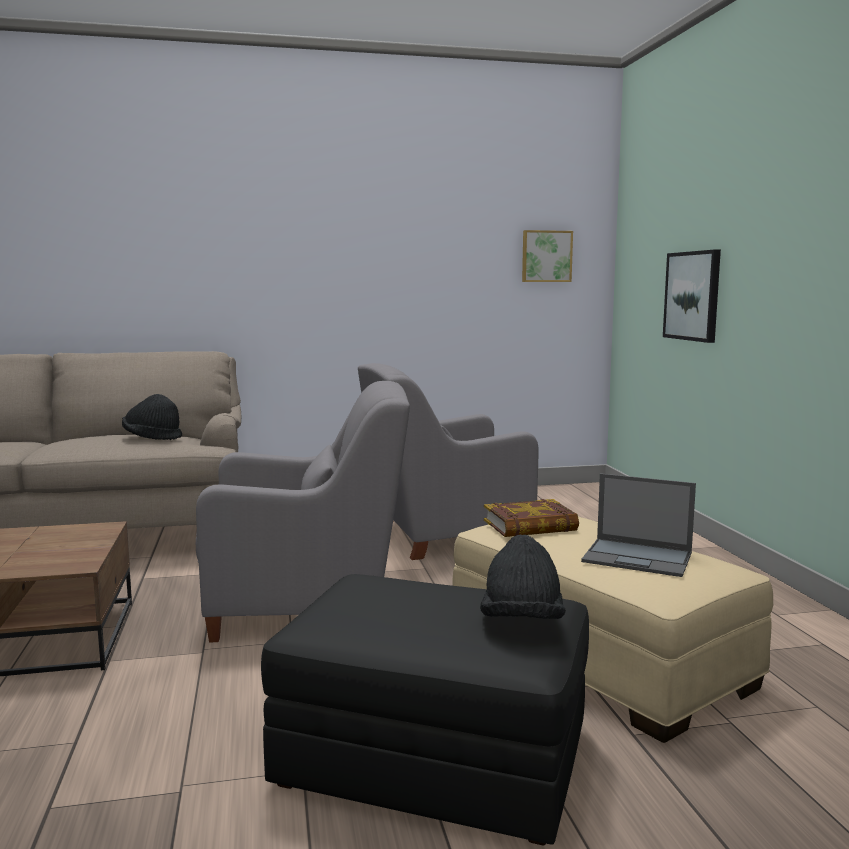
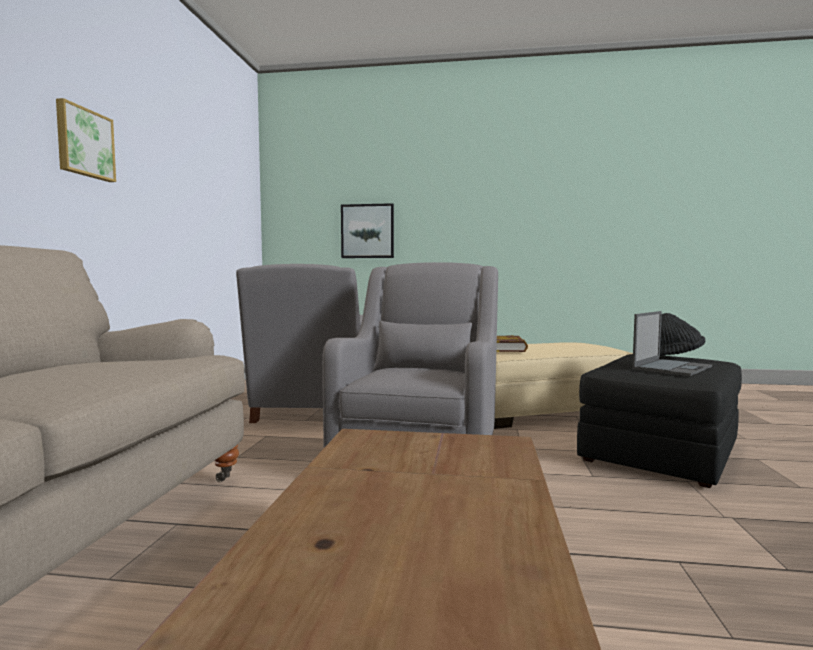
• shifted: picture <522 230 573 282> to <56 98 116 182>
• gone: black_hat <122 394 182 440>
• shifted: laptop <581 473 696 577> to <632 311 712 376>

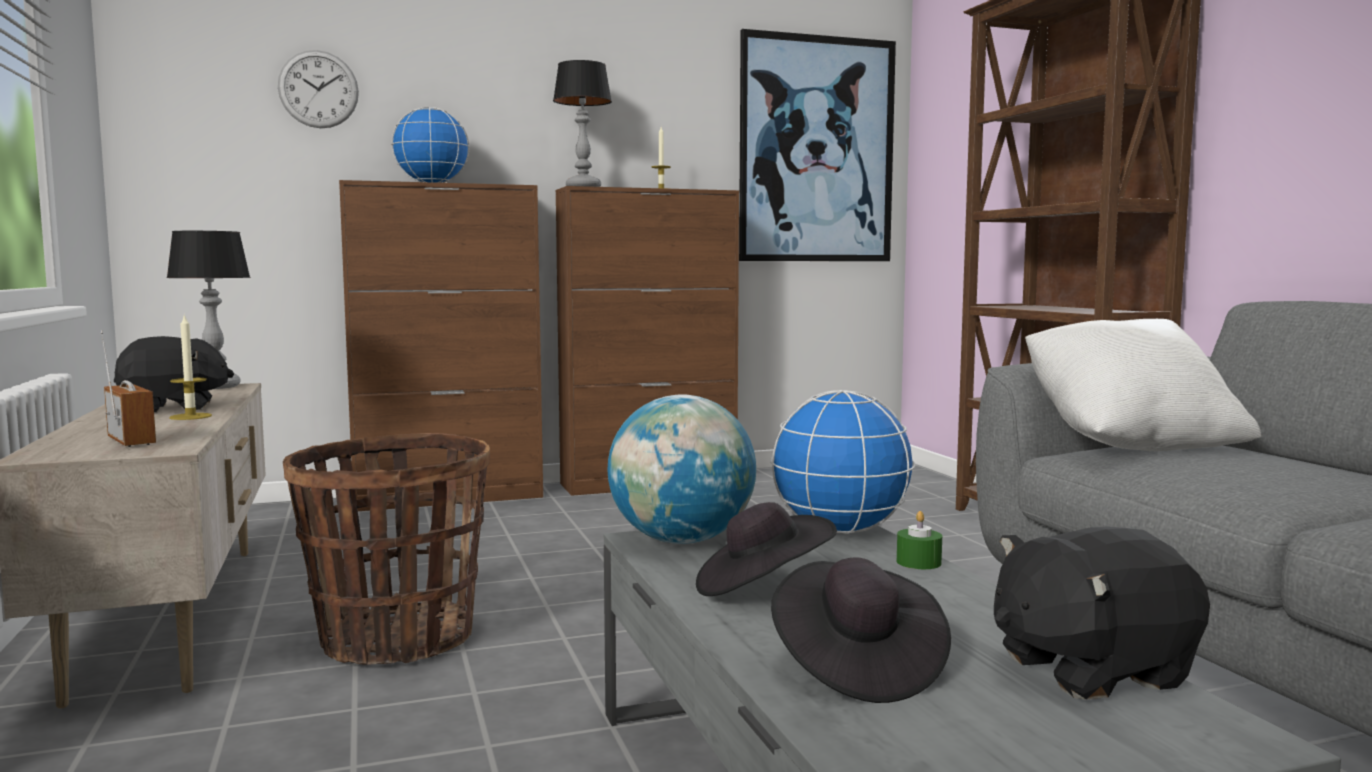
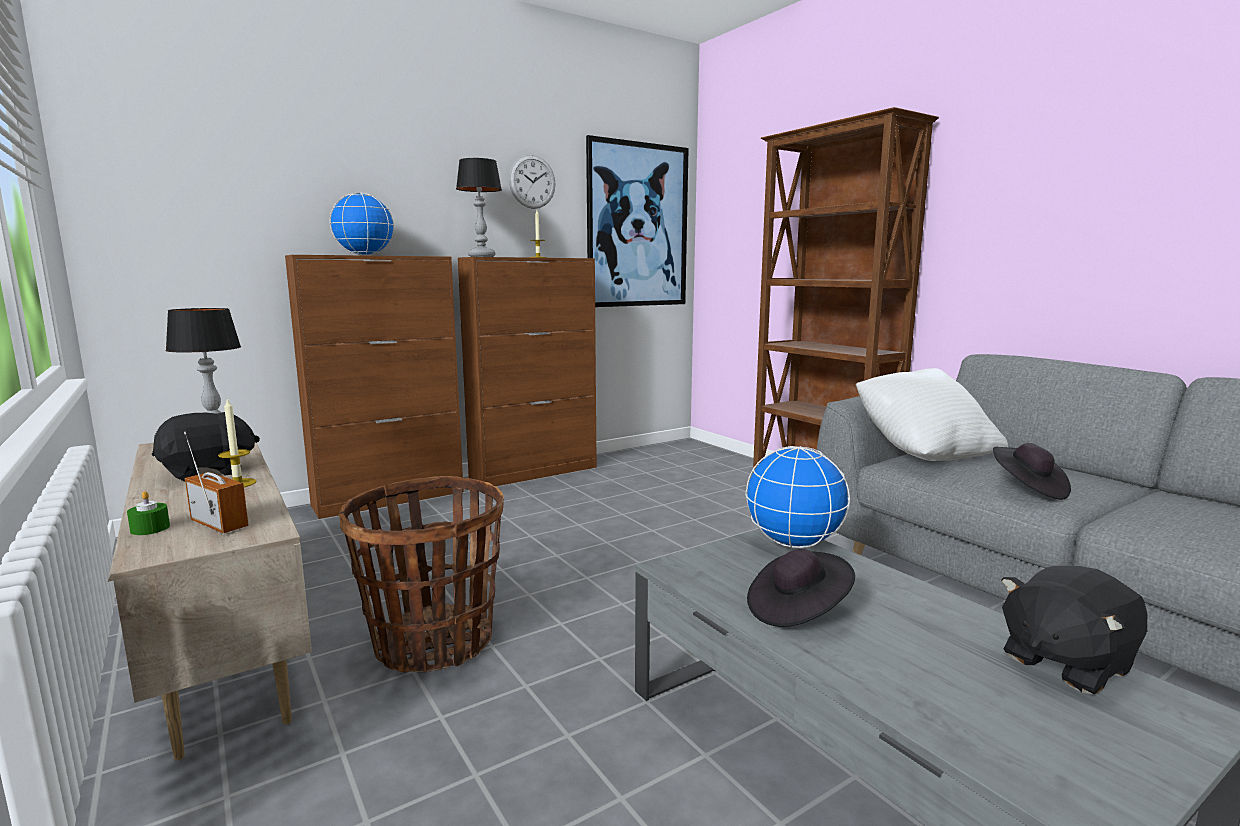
• shifted: wall_clock <278 50 359 128> to <509 155 556 209>
• gone: globe <607 395 756 544>
• shifted: green_candle <897 511 942 569> to <127 491 170 535>
• shifted: black_hat <771 558 951 703> to <993 443 1071 500>

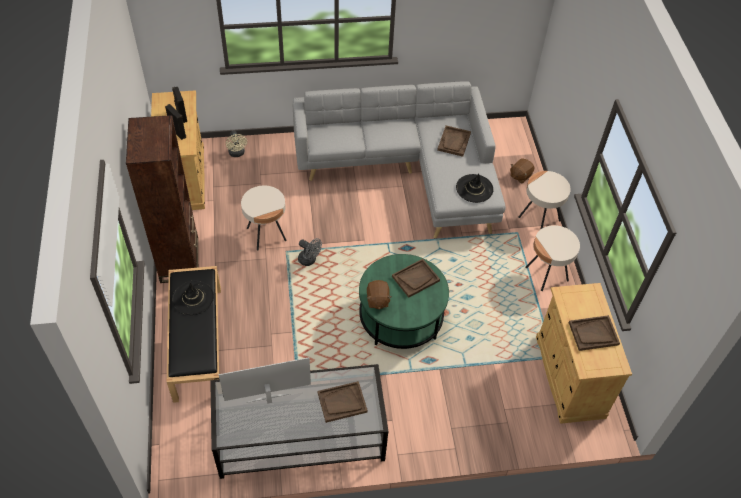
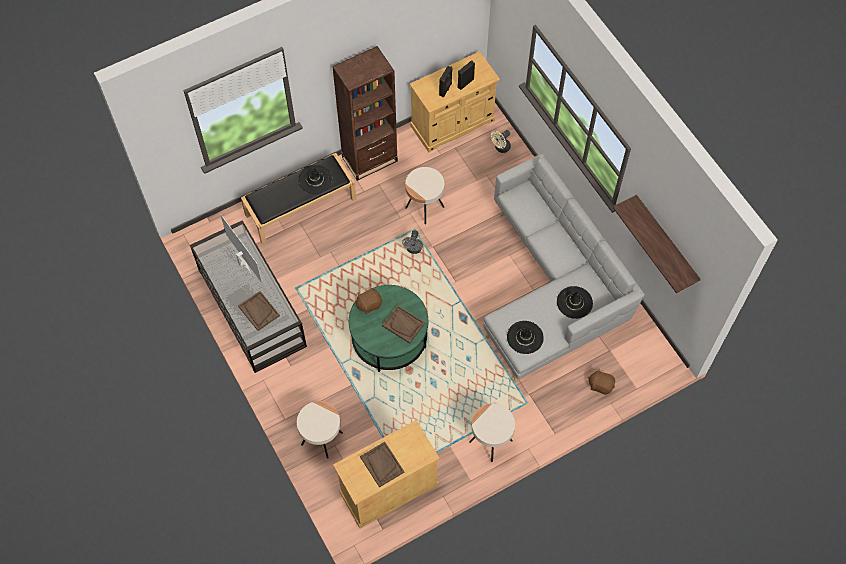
• swapped: brown_tray <437 126 471 157> to black_hat <557 286 593 319>
• shifted: beige_side_table <518 171 571 230> to <297 401 343 459>
• new: shelf <613 195 701 293>

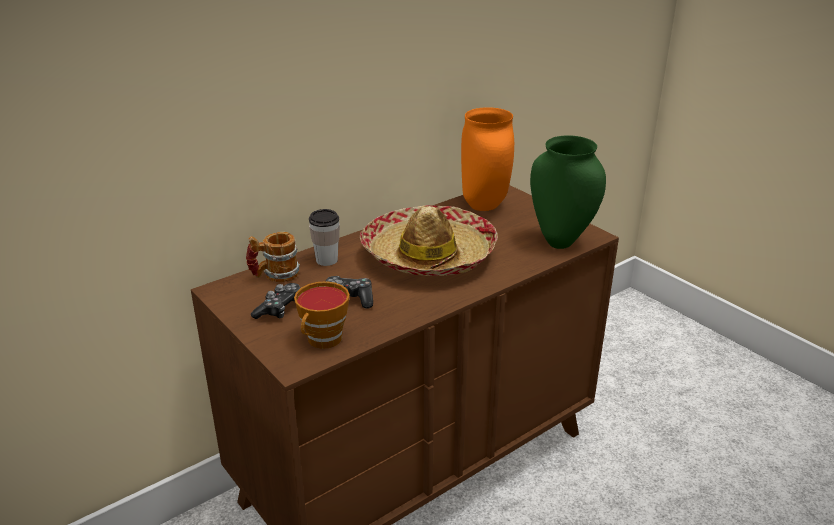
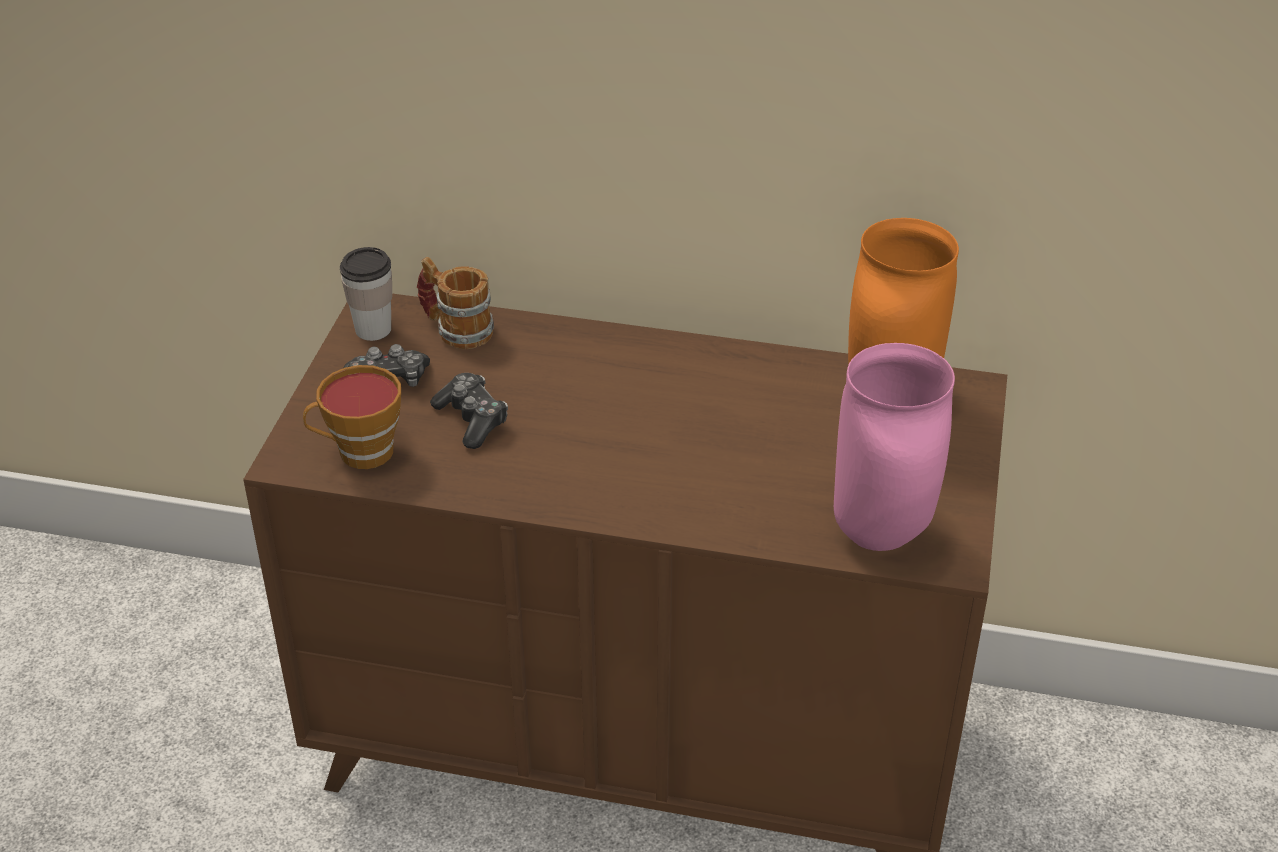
• repainted: green_vase <530 135 606 249> to pink_vase <834 343 955 551>
• gone: hat <360 205 498 276>
• shifted: cup <309 209 340 266> to <340 247 392 341>

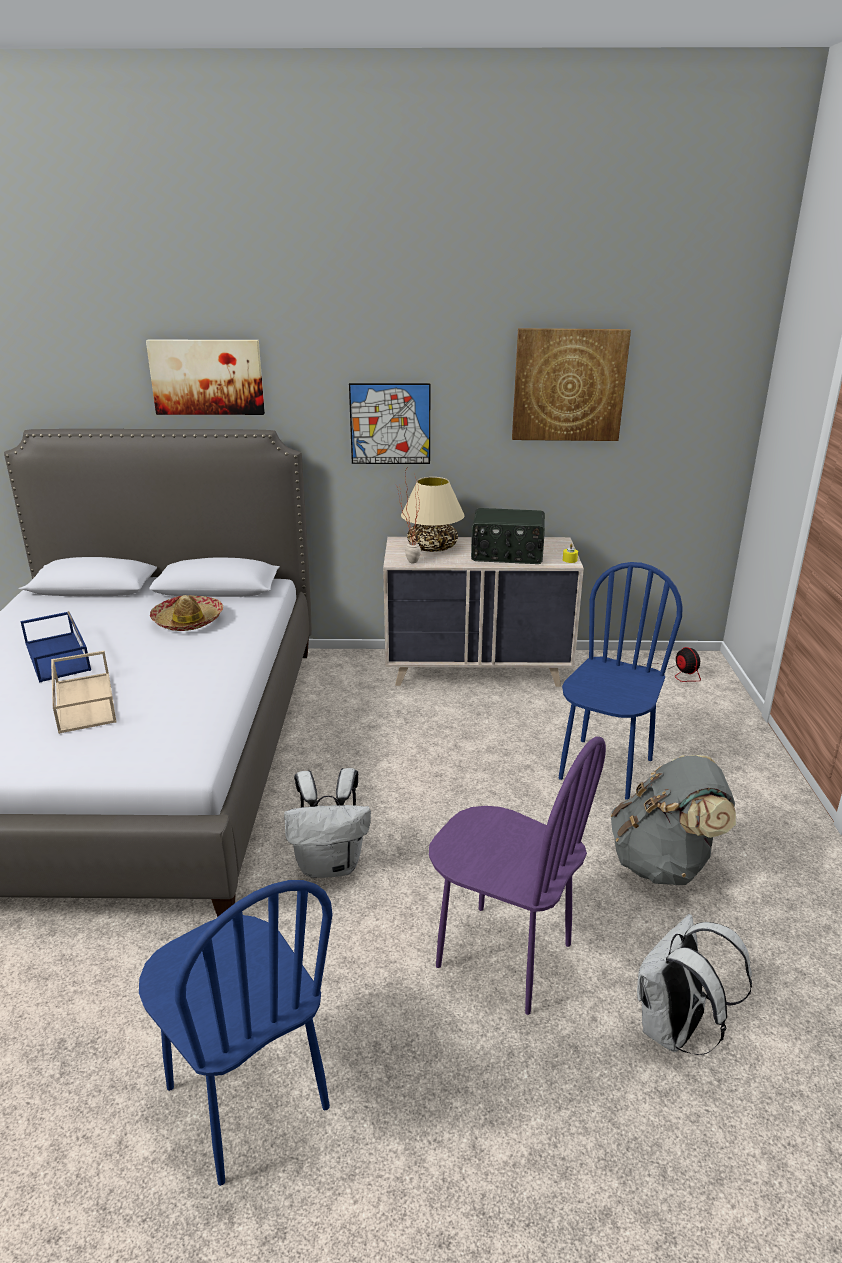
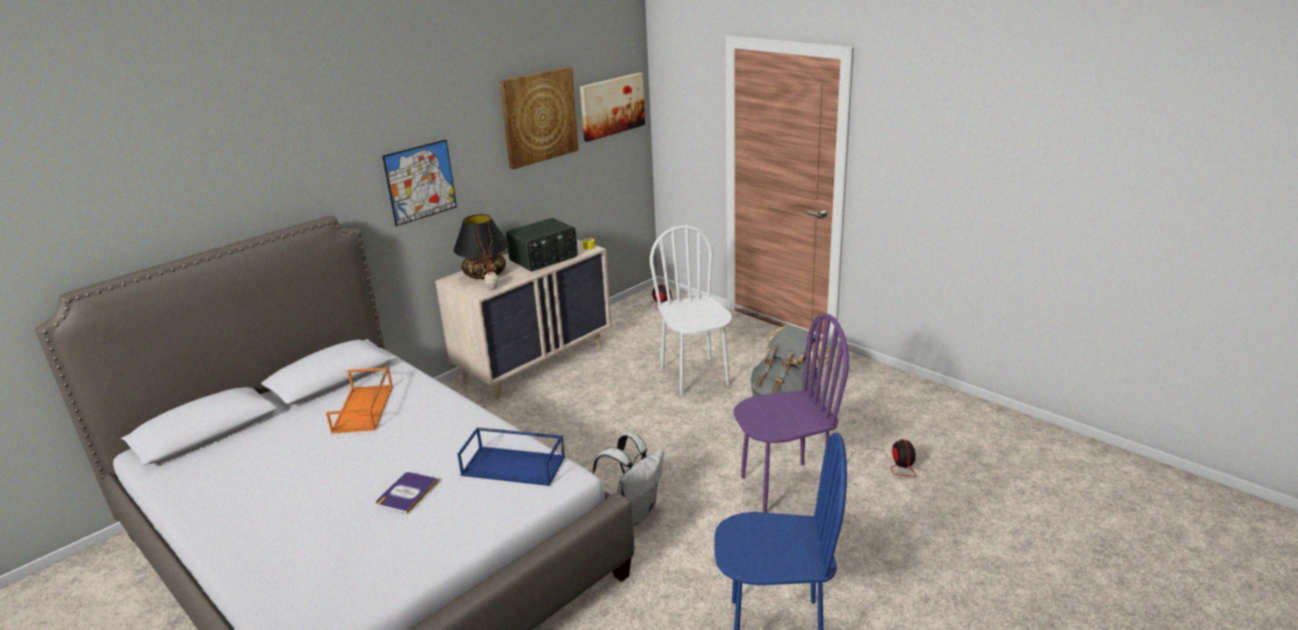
• shifted: picture <146 340 265 415> to <580 73 645 142>
• repainted: beige_table_lamp <401 477 465 552> to black_table_lamp <454 214 509 279>
• repainted: blue_chair <559 562 683 800> to white_chair <650 225 732 395>
• swapped: hat <150 595 223 631> to orange_tray <326 367 393 434>
• shifted: blue_tray <20 611 91 683> to <457 427 565 486>
• swapped: beige_tray <51 651 116 734> to book <376 472 439 514>
• swapped: white_backpack <637 914 752 1055> to fan <847 439 916 477>

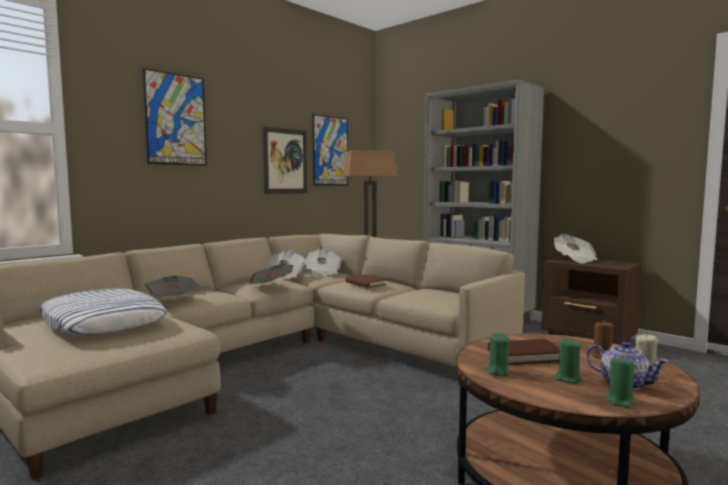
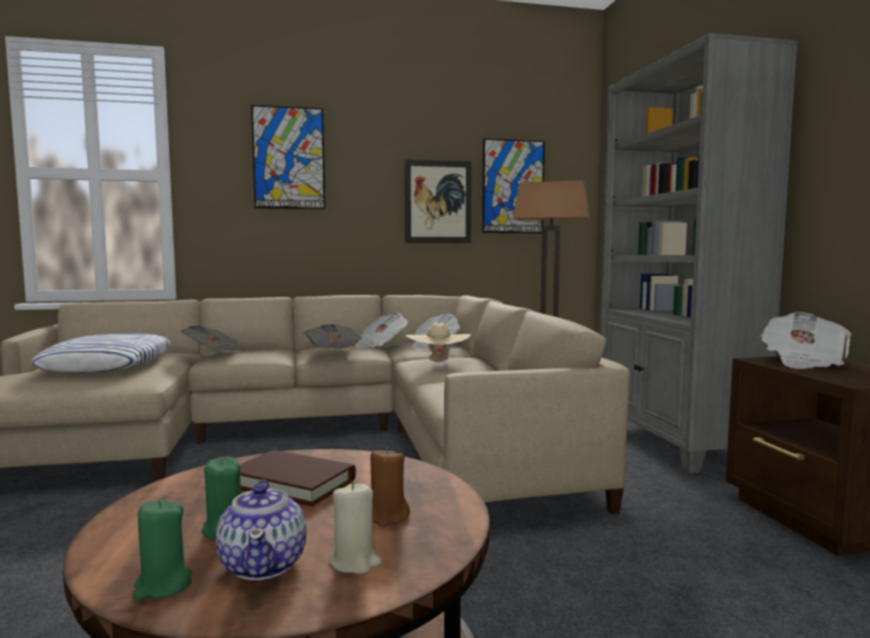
• swapped: brown_book <346 274 386 288> to beige_hat <405 323 471 364>
• gone: green_candle <486 333 510 376>

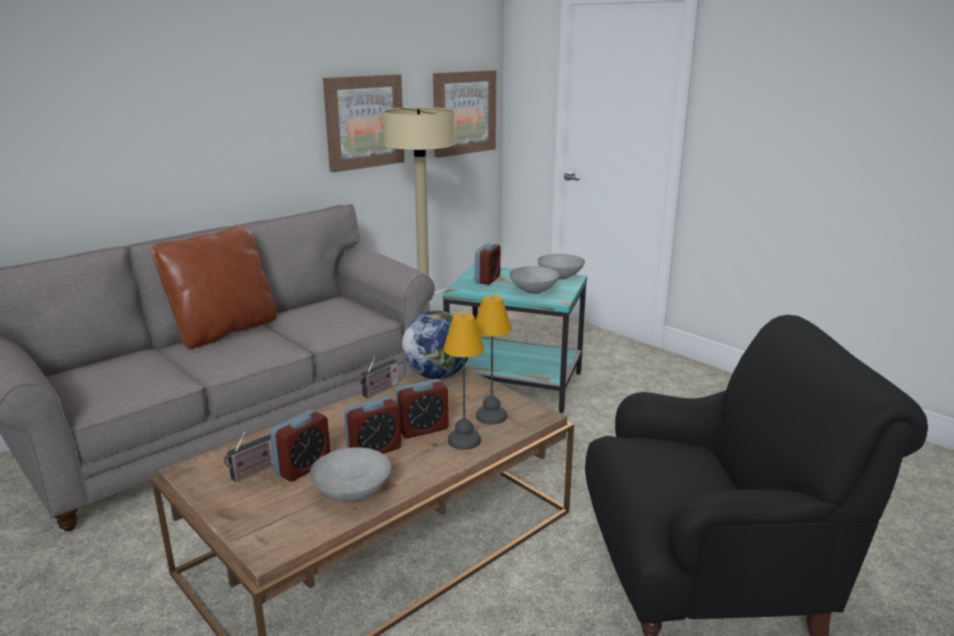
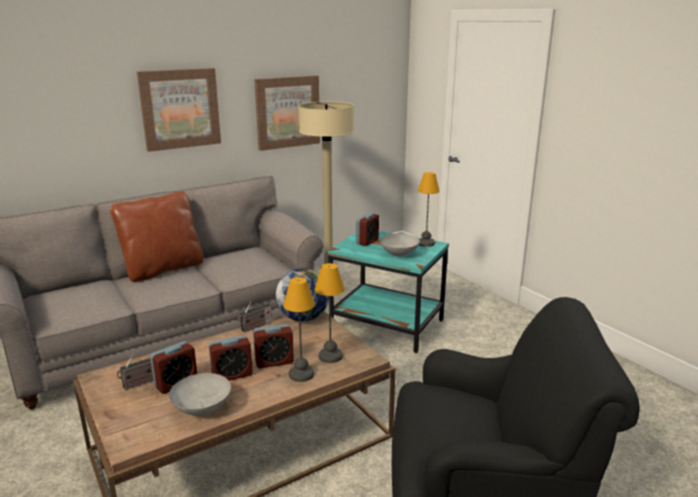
• shifted: picture <433 70 496 158> to <137 68 221 152>
• swapped: grey_bowl <537 254 585 280> to table_lamp <418 172 440 247>

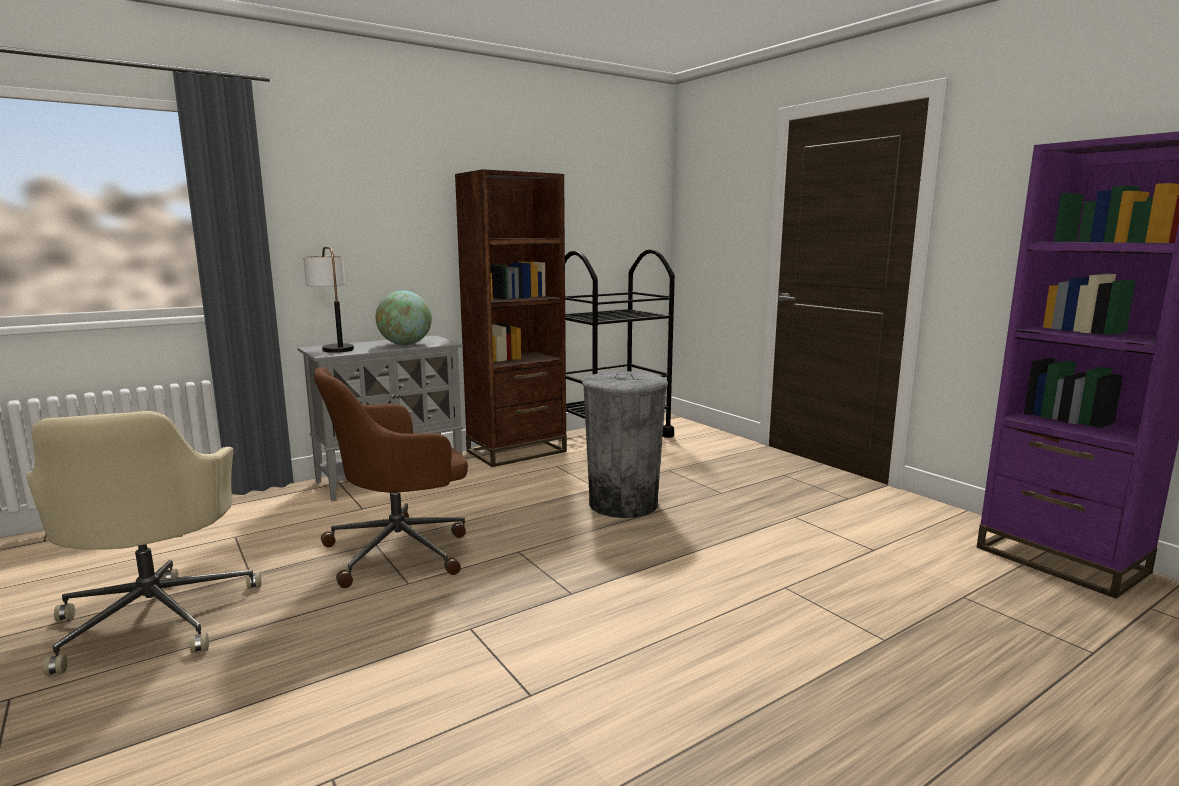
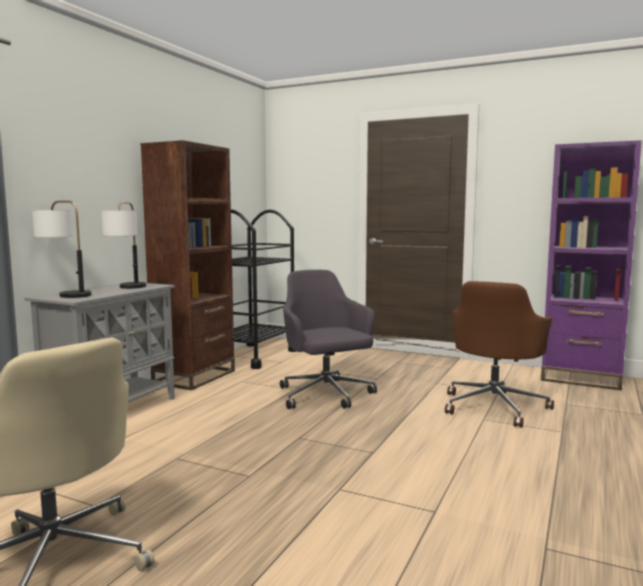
• swapped: globe <376 291 432 345> to table_lamp <101 201 146 289>
• shifted: brown_office_chair <314 367 468 588> to <445 281 554 428>
• swapped: grey_trash_can <582 371 668 518> to grey_office_chair <280 270 377 409>

